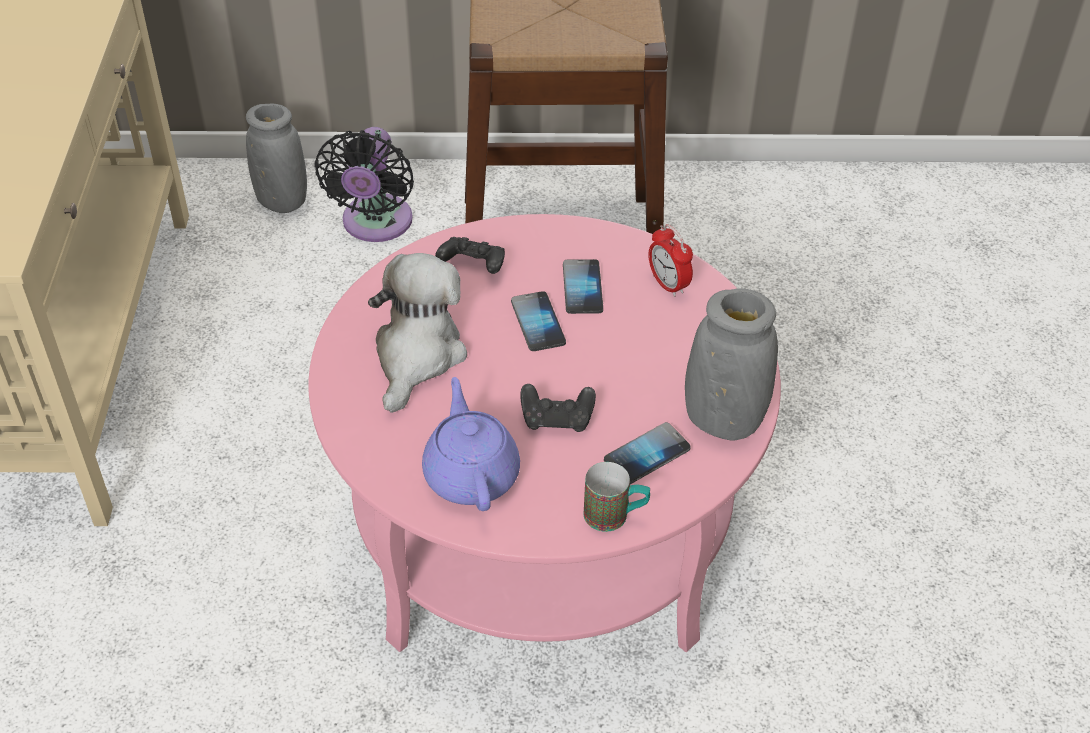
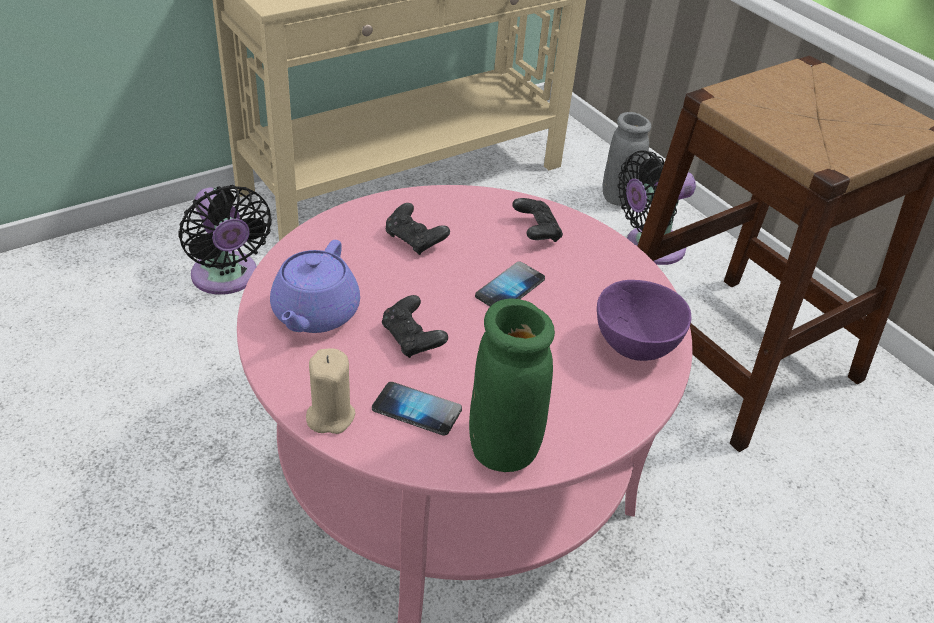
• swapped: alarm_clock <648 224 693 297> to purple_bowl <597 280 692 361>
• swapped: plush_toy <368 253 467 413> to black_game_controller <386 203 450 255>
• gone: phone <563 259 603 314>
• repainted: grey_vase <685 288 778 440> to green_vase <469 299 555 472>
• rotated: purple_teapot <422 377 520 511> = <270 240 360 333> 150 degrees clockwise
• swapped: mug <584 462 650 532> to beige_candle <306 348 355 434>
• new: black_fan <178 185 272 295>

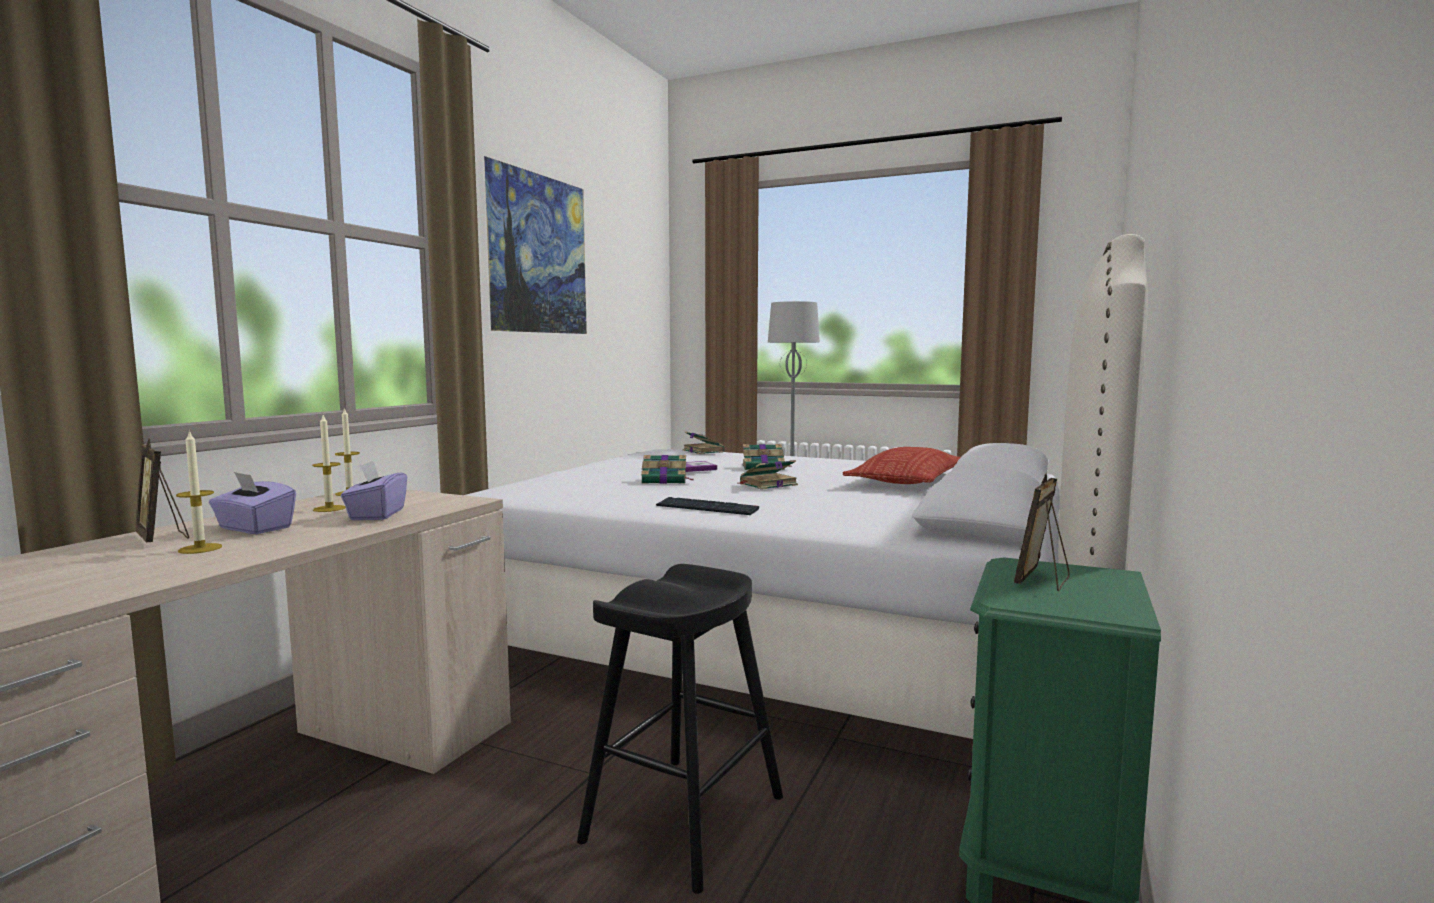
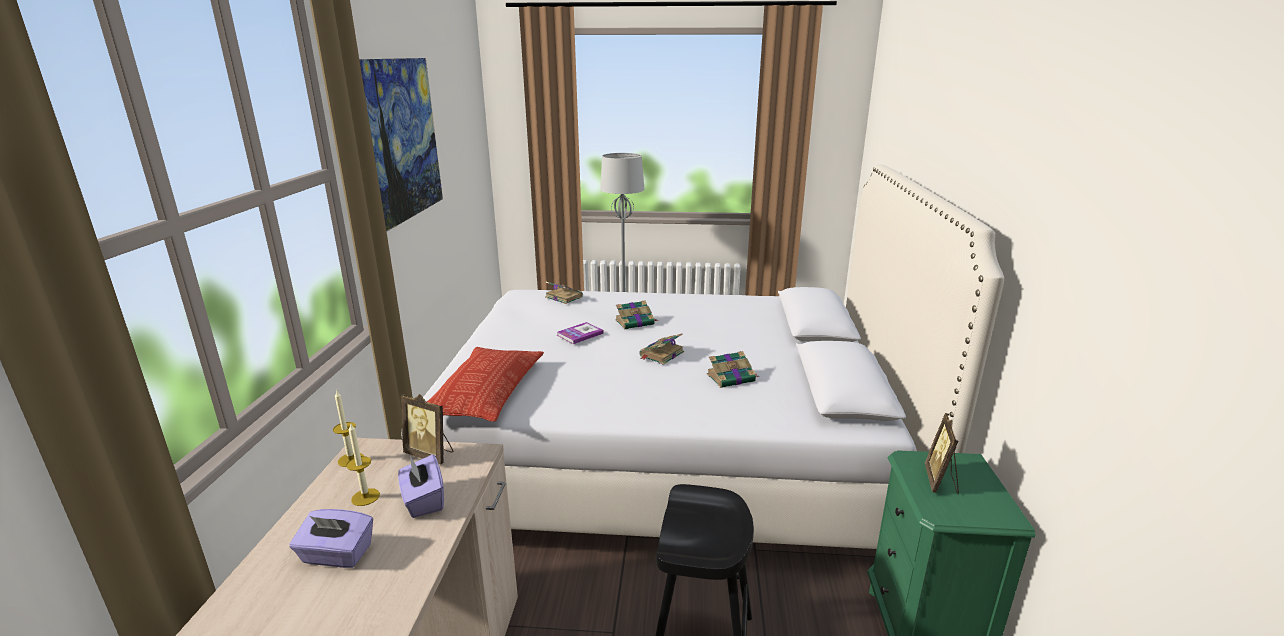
• gone: candle <176 430 222 554>
• shifted: picture_frame <135 438 189 542> to <401 394 453 464>
• shifted: pillow <843 447 961 484> to <427 347 544 422>
• shifted: book <641 455 692 484> to <707 351 758 388>
• gone: keyboard <656 497 759 515>

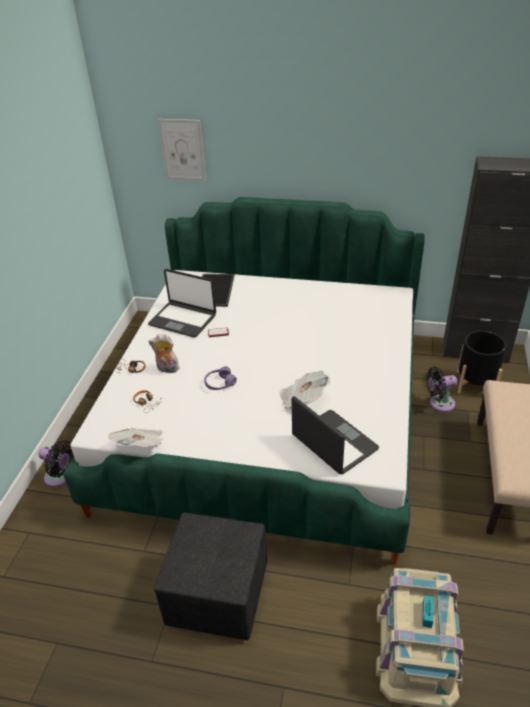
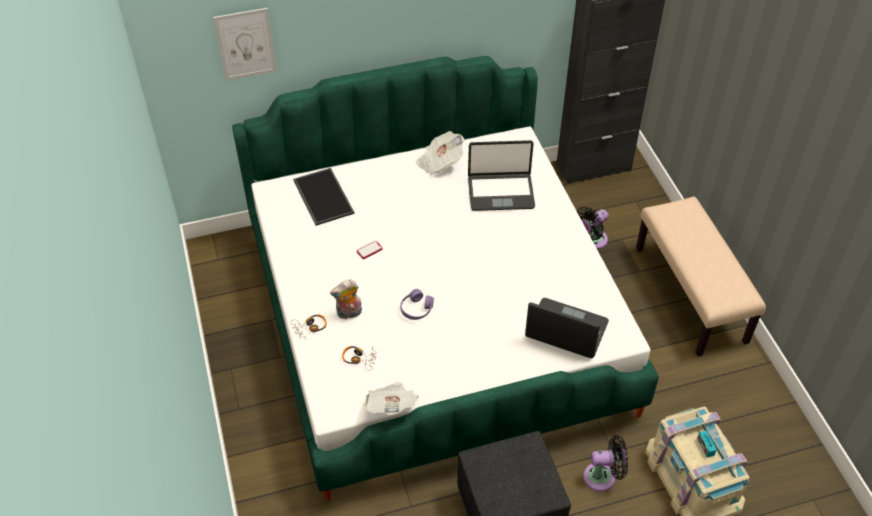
• shifted: laptop <148 269 216 337> to <468 140 535 211>
• gone: black_planter <457 330 507 394>
• shifted: newspaper <279 370 330 409> to <416 131 465 176>
• shifted: black_fan <38 440 74 487> to <583 435 628 492>

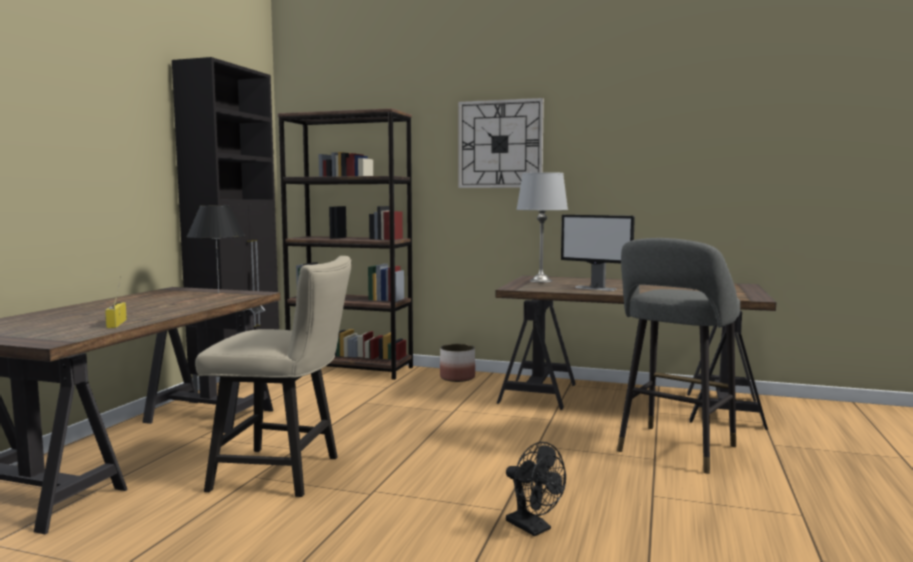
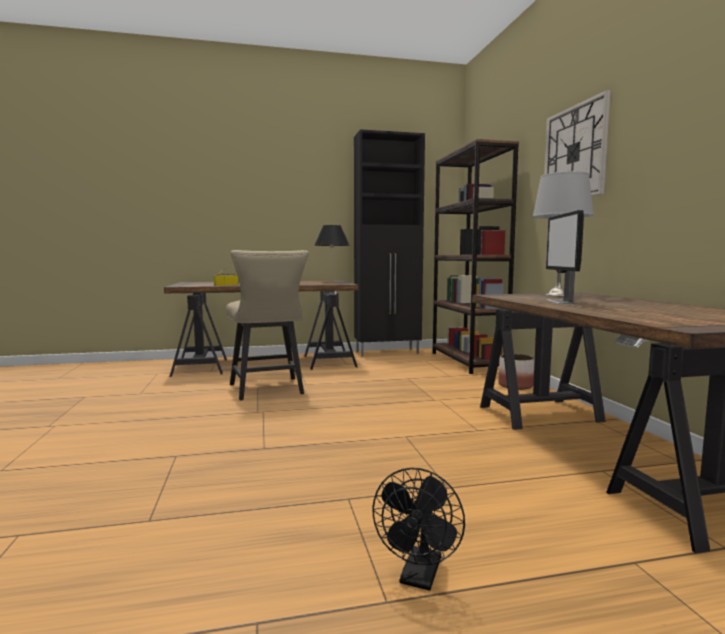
• gone: grey_stool <617 238 740 474>
• shifted: black_fan <506 442 566 536> to <372 468 465 591>

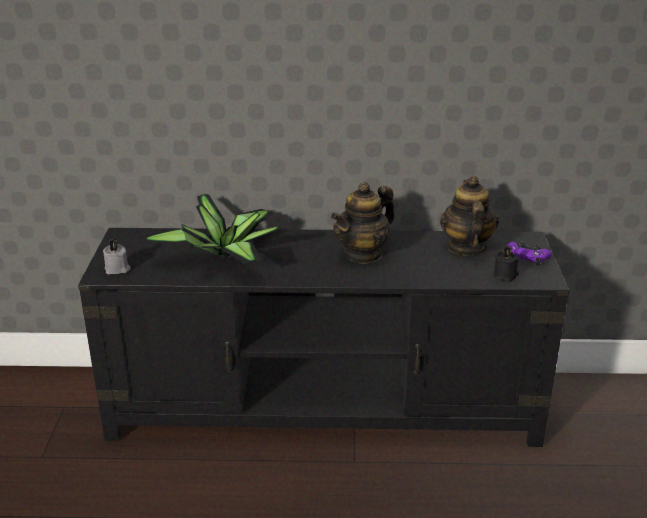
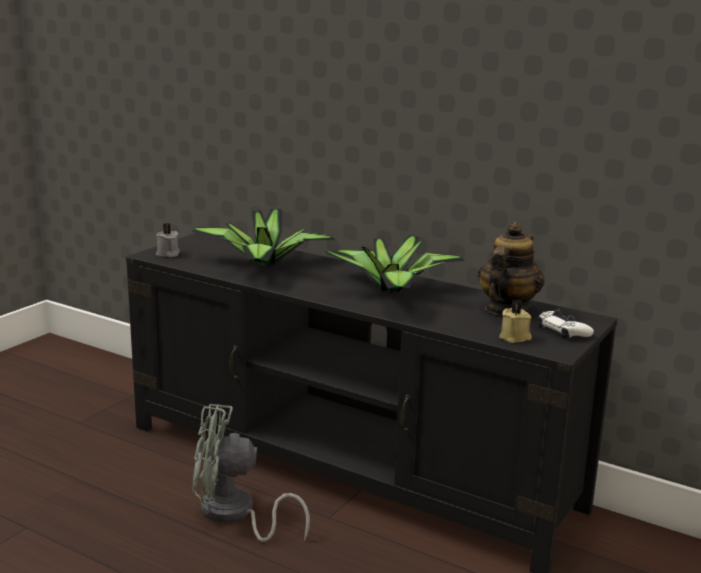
• swapped: teapot <331 182 394 264> to potted_plant <324 235 465 294>
• repainted: purple_game_controller <507 241 552 267> to white_game_controller <538 309 594 340>
• repainted: black_candle <494 246 519 282> to beige_candle <499 300 532 343>
• new: grey_fan <192 404 310 542>

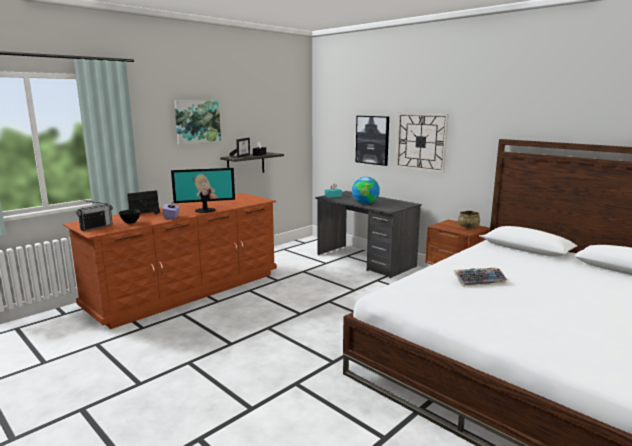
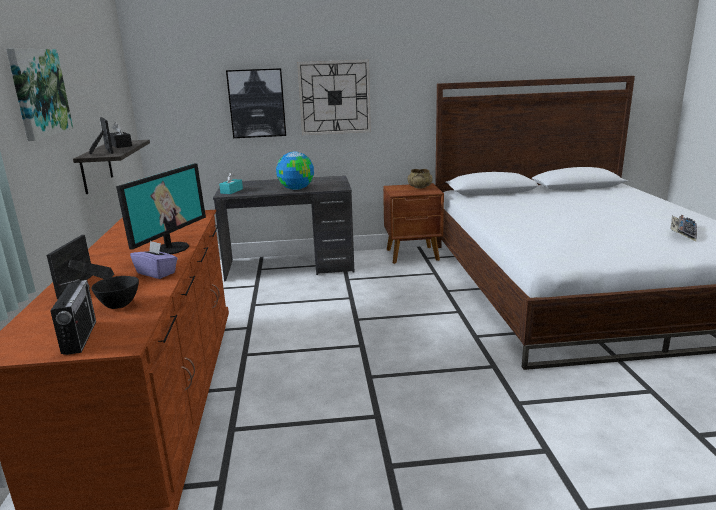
• shifted: keyboard <453 268 507 287> to <670 215 697 242>

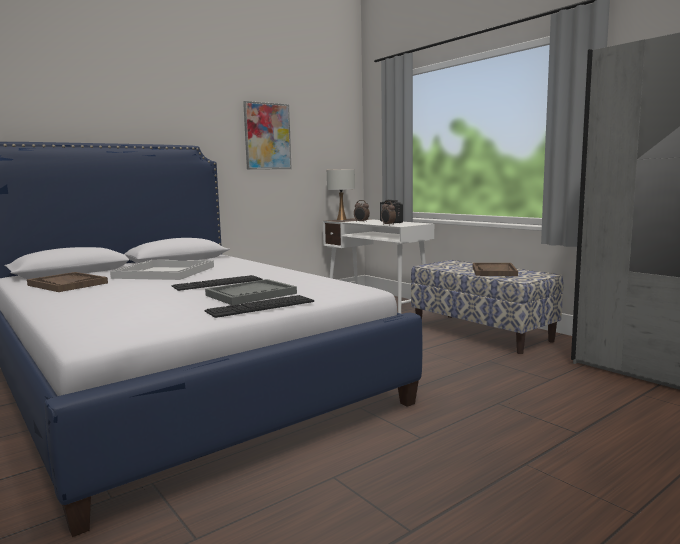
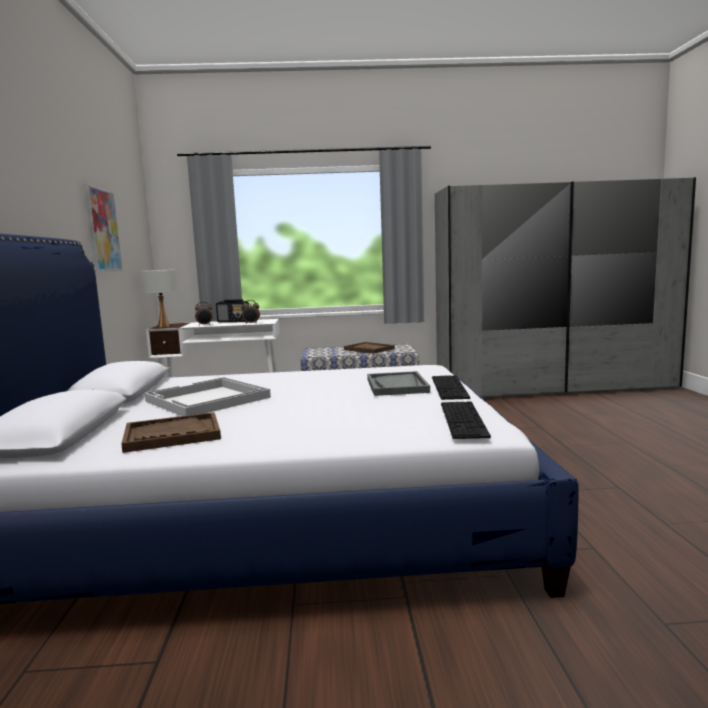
• shifted: keyboard <172 275 262 291> to <441 401 491 439>

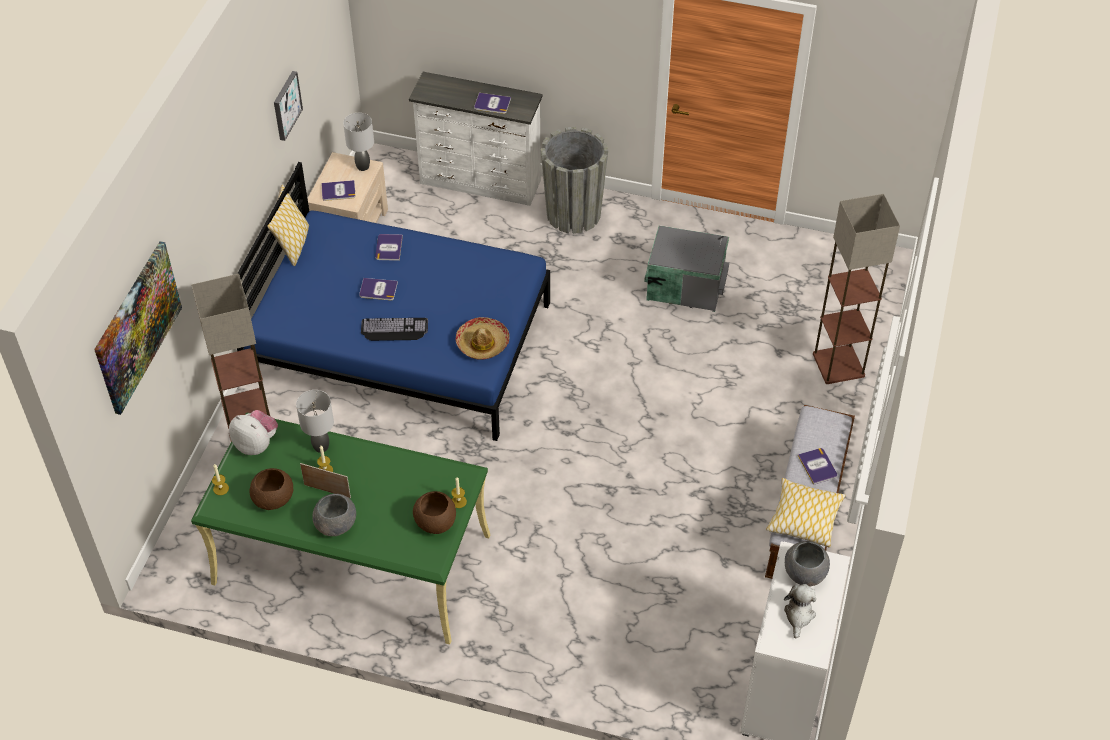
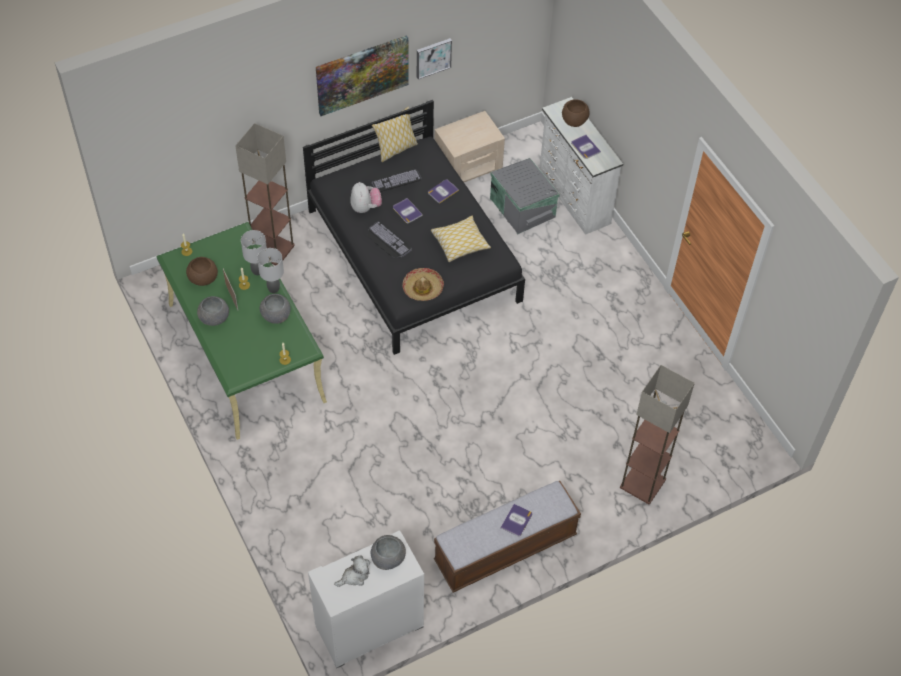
• shifted: grey_table_lamp <343 113 374 171> to <257 248 284 293>
• gone: grey_planter <541 127 608 234>
• repainted: blue_bed <237 162 550 441> to black_bed <303 100 525 355>
• gone: book <321 180 355 201>
• shifted: grey_storage_box <644 225 729 312> to <490 158 560 234>
• shifted: picture <94 241 182 415> to <316 35 409 116>
• shifted: plush_toy <229 410 278 455> to <350 182 382 213>
• shifted: pillow <766 478 845 548> to <431 216 491 262>
• shifted: brown_bowl <413 491 456 534> to <562 99 590 127>
• new: keyboard <372 167 421 192>
• new: grey_bowl <260 294 291 324>

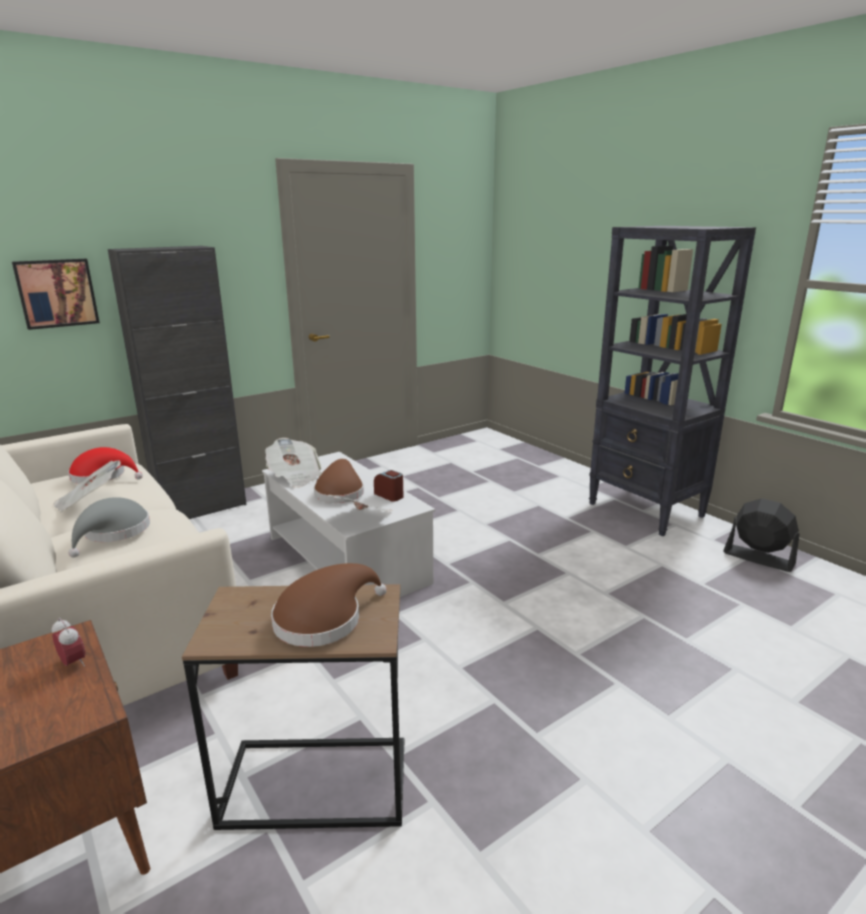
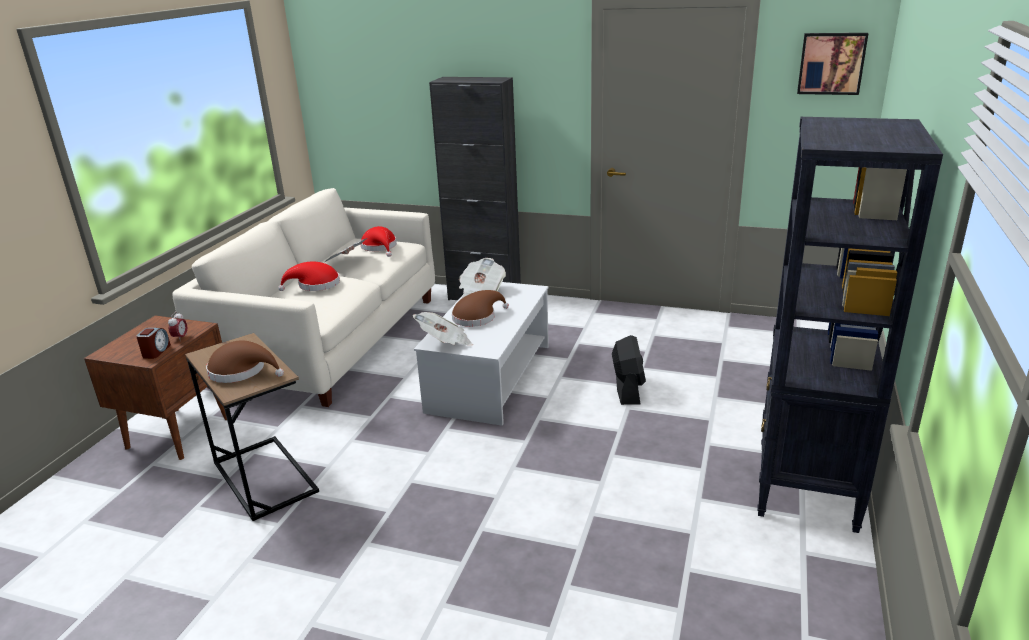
• shifted: picture <12 259 100 330> to <797 33 868 95>
• shifted: alarm_clock <374 470 404 502> to <136 328 171 359>
• repainted: grey_hat <68 497 150 558> to red_hat <278 262 340 291>
• shifted: black_fan <723 499 800 572> to <612 335 646 405>

